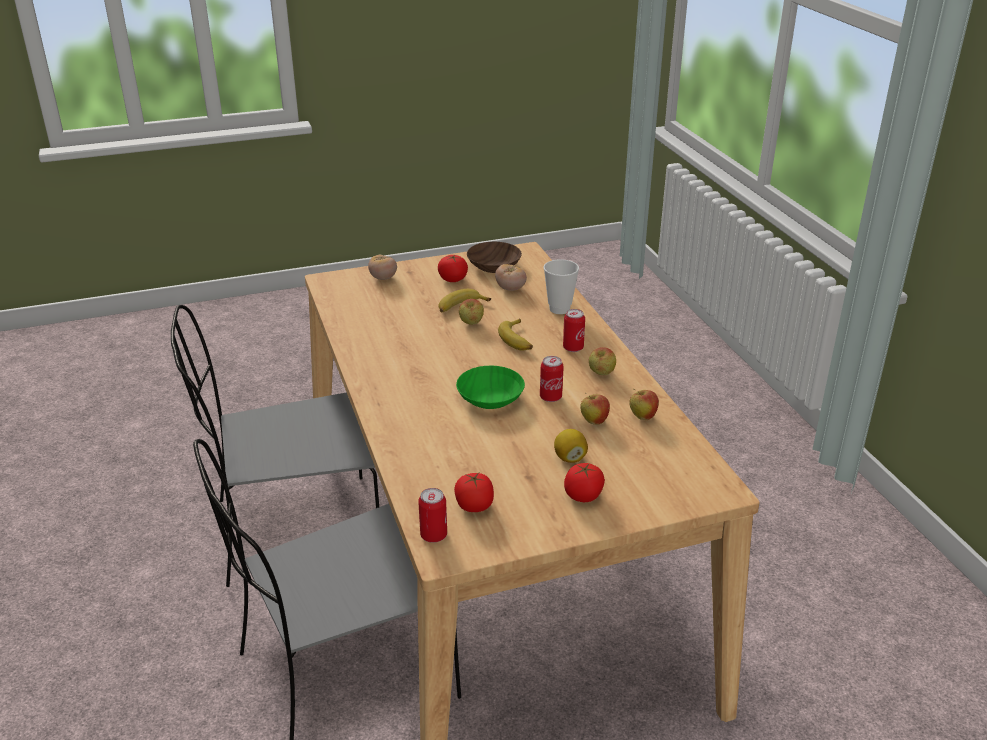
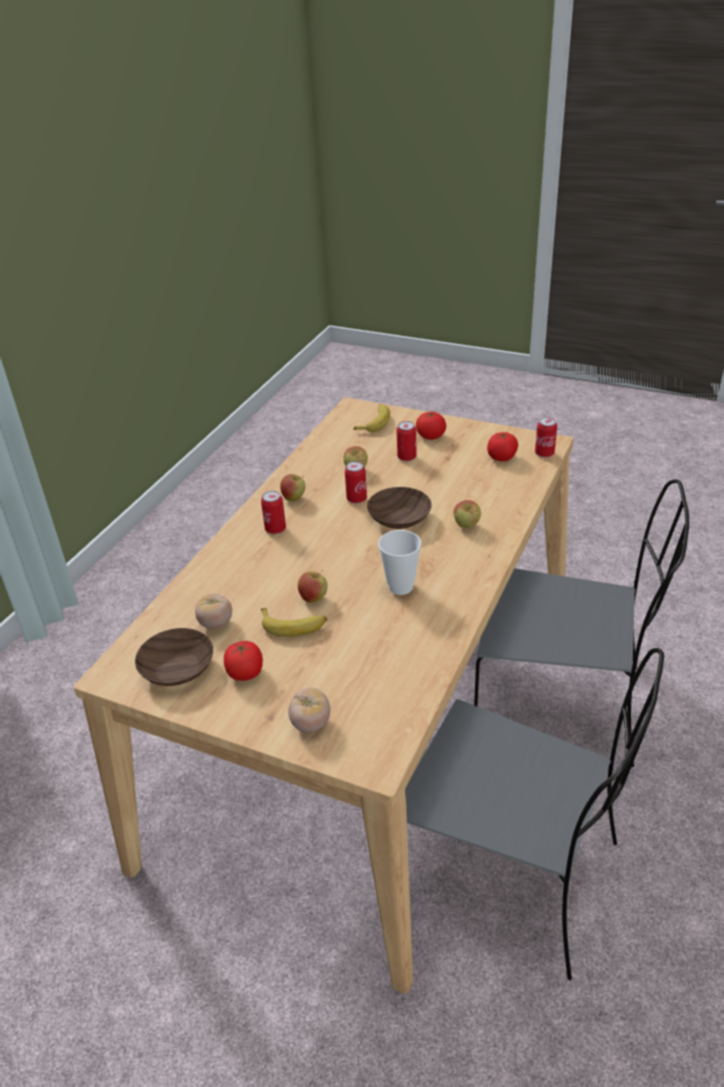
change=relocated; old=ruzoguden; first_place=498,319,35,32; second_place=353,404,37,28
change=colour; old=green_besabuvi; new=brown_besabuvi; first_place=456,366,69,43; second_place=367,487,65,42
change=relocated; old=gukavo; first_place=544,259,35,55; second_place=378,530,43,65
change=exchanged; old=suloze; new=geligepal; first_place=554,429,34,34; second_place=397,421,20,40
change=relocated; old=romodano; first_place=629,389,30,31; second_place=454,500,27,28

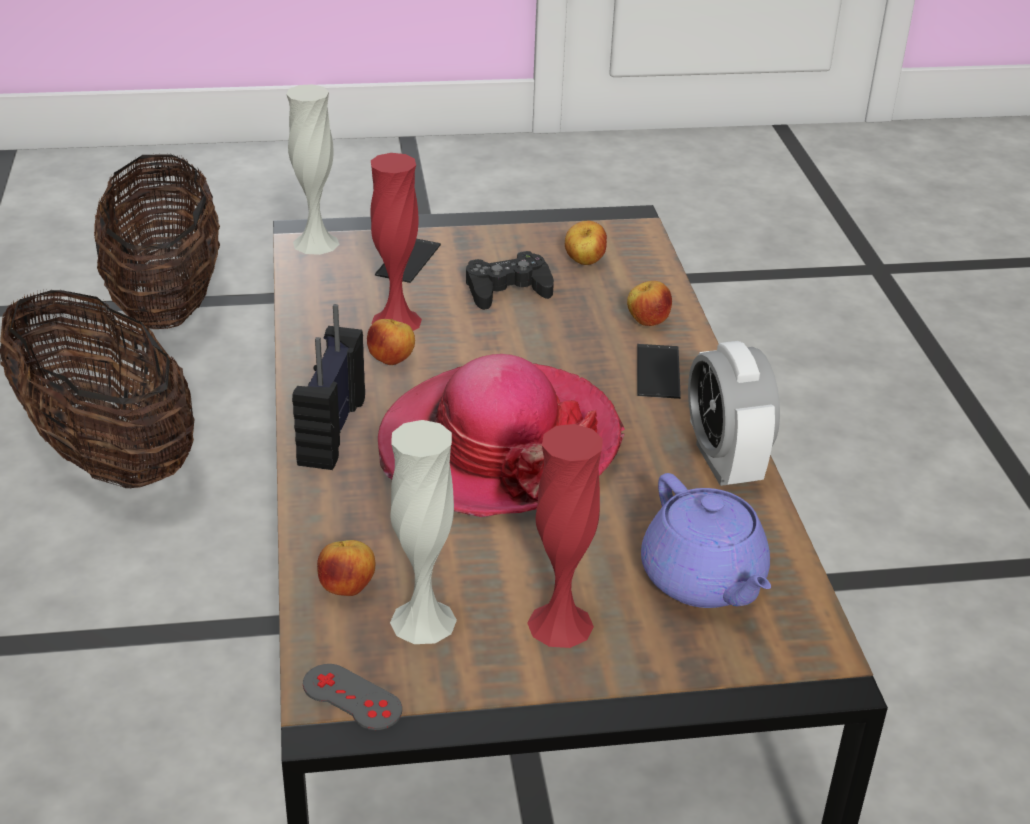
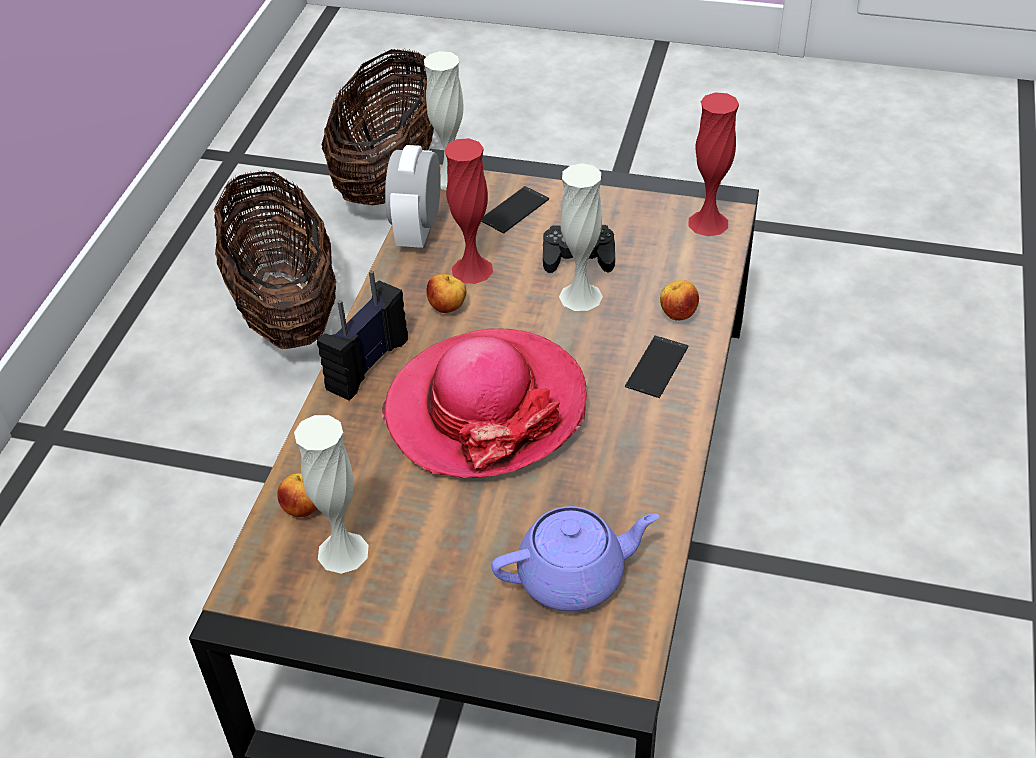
change=relocated; old=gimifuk; first_place=688,341,92,145; second_place=385,145,56,103
change=spun; old=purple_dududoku; first_place=641,473,130,135; second_place=491,506,169,105; degrees=-105
change=appeared; new=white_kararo; second_place=559,163,44,148
change=relocated; old=red_kararo; first_place=527,424,76,224; second_place=688,92,51,144
change=missing; old=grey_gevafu; first_place=303,664,99,66
change=missing; old=romodano; first_place=565,221,42,44

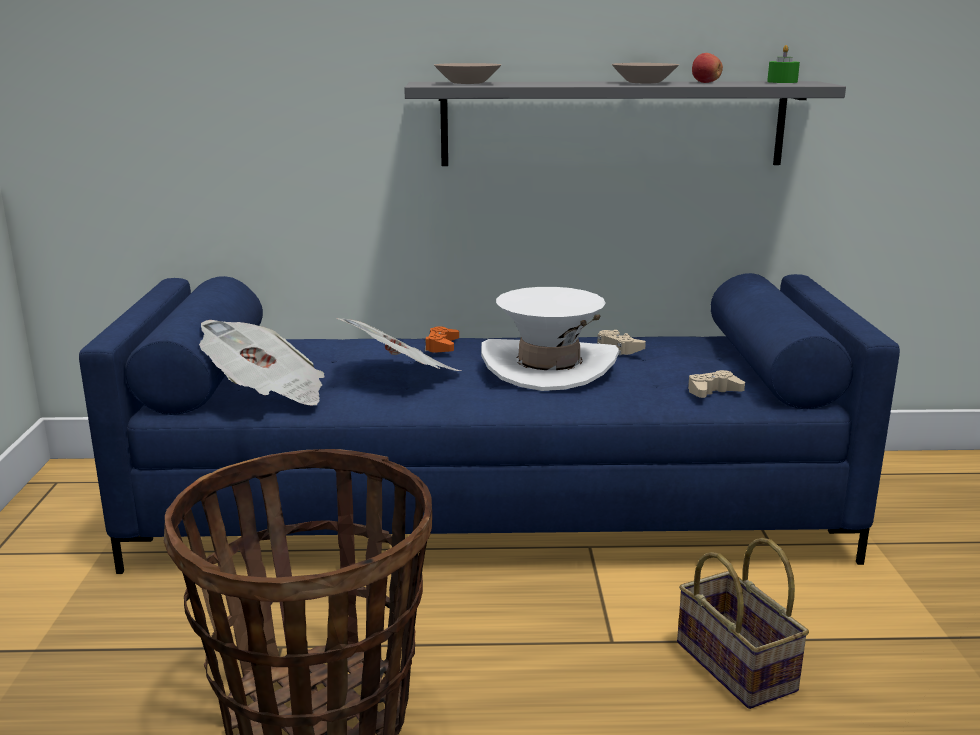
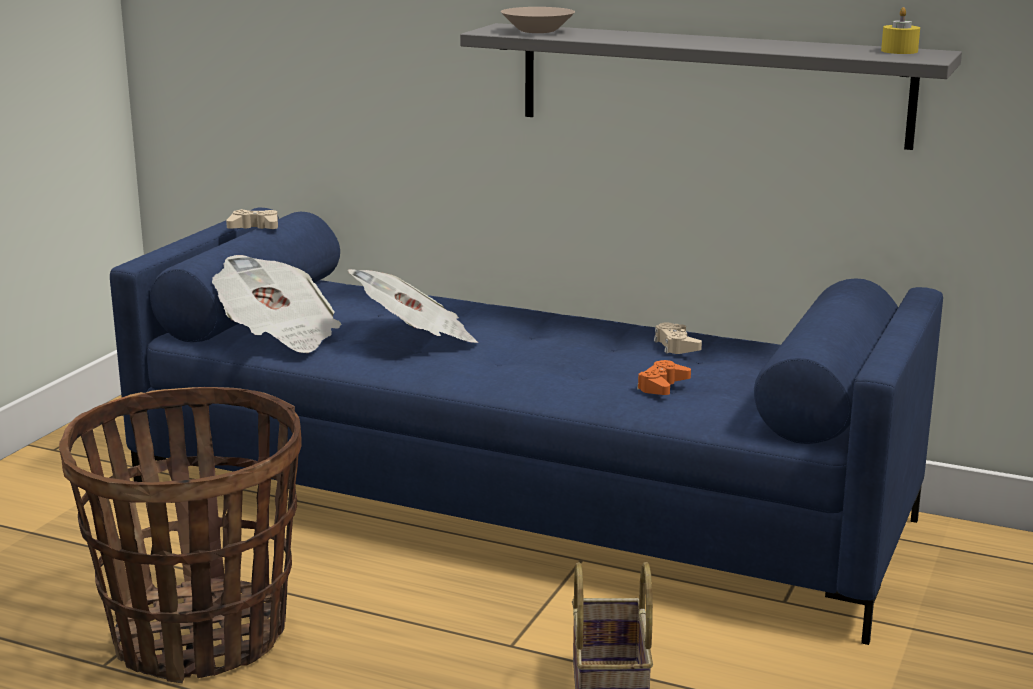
change=relocated; old=beige_gevafu; first_place=688,370,57,28; second_place=226,209,52,20
change=relocated; old=orange_gevafu; first_place=424,326,35,27; second_place=637,360,54,35
change=colour; old=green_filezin; new=yellow_filezin; first_place=767,45,33,38; second_place=881,7,39,47
change=missing; old=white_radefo; first_place=481,287,138,104
change=missing; old=beige_besabuvi; first_place=612,63,67,20
change=missing; old=romodano; first_place=692,53,31,30

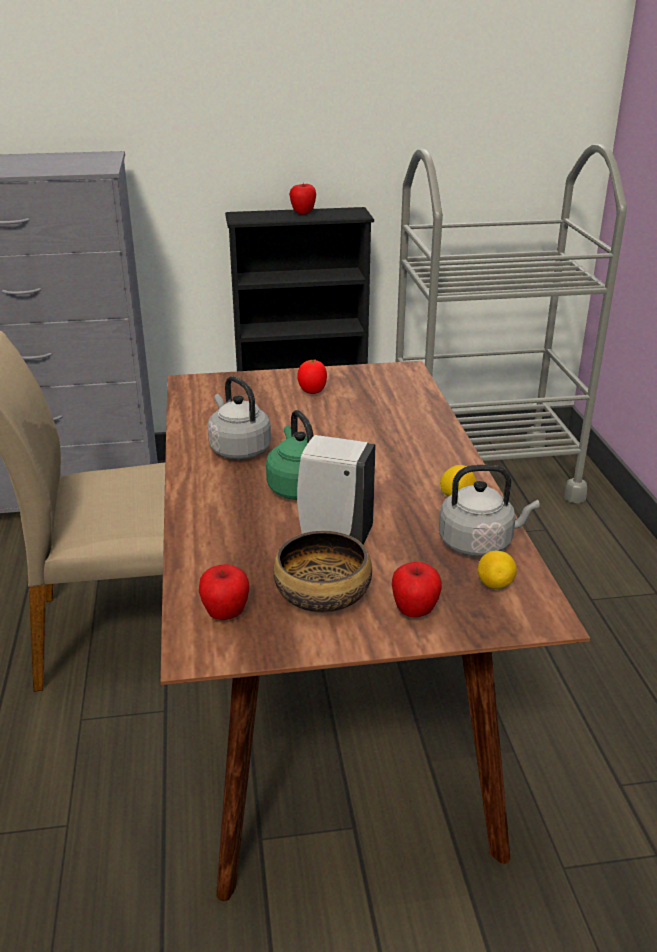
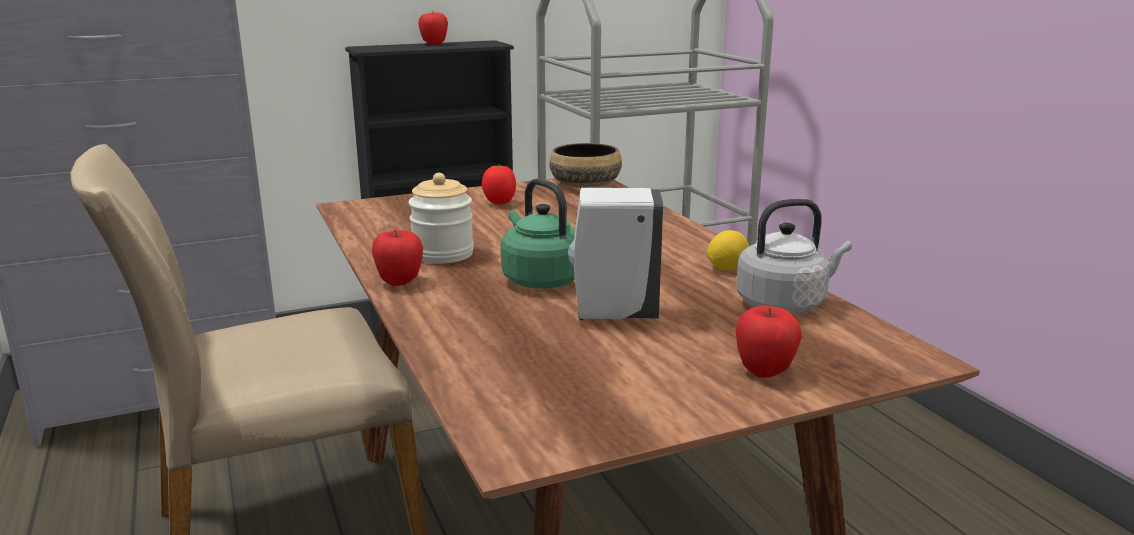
change=relocated; old=romodano; first_place=199,564,50,56; second_place=372,230,51,56
change=exchanged; old=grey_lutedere; new=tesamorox; first_place=208,376,63,83; second_place=408,173,66,91
change=relocated; old=besabuvi; first_place=273,531,99,81; second_place=549,143,73,45
change=missing; old=suloze; first_place=478,551,39,38

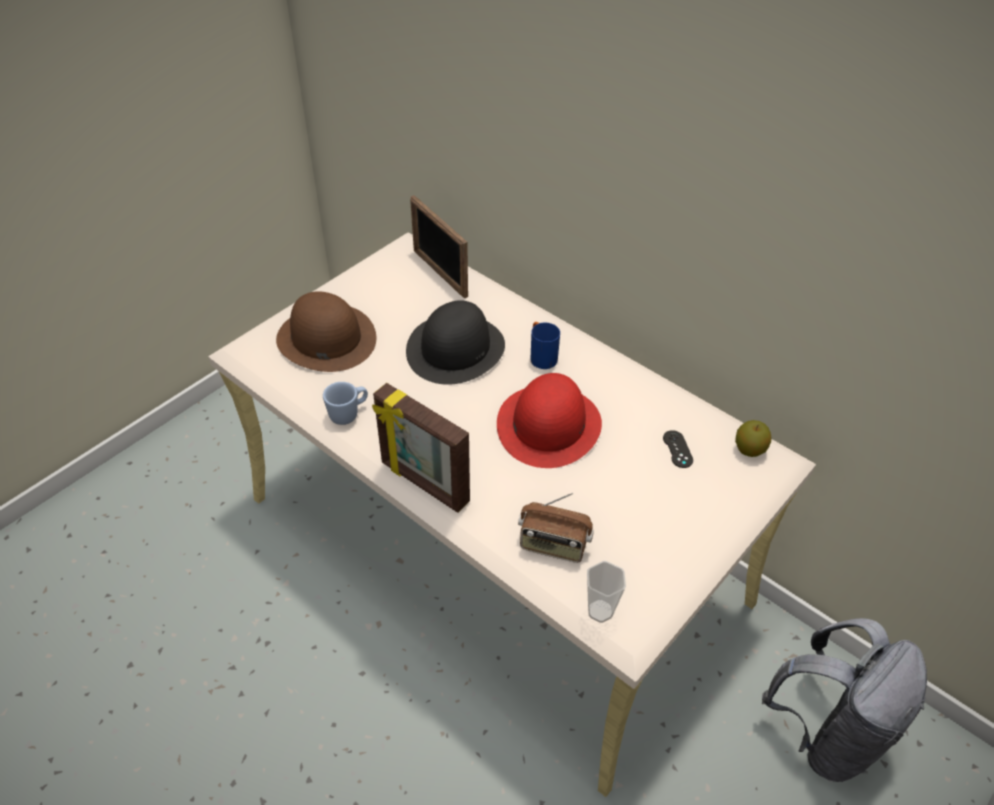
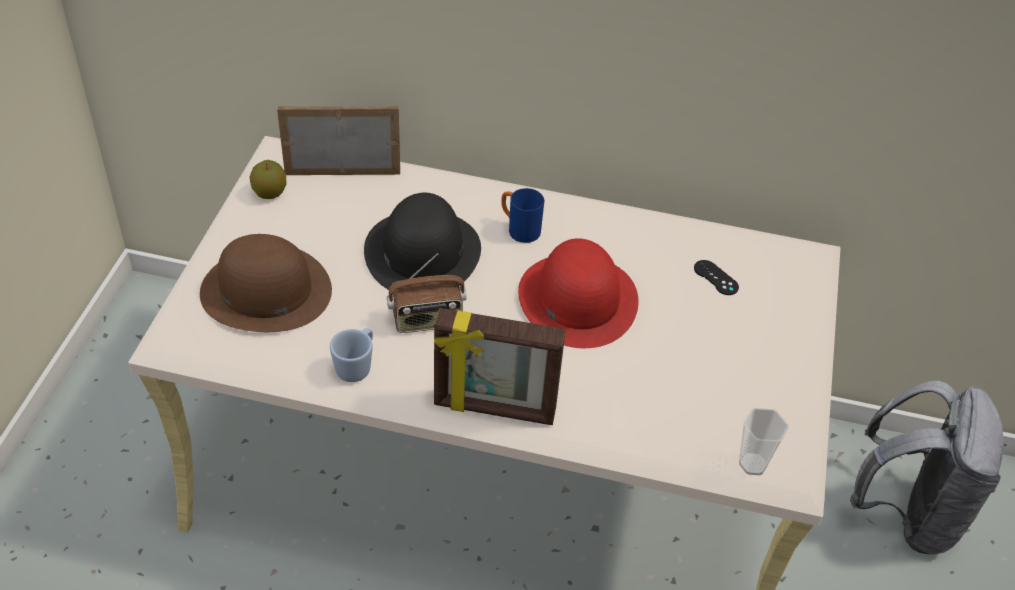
change=relocated; old=romodano; first_place=735,420,36,37; second_place=249,160,37,39
change=spun; old=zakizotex; first_place=410,195,58,103; second_place=277,106,123,69; degrees=150
change=relocated; old=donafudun; first_place=518,493,76,70; second_place=387,254,79,79

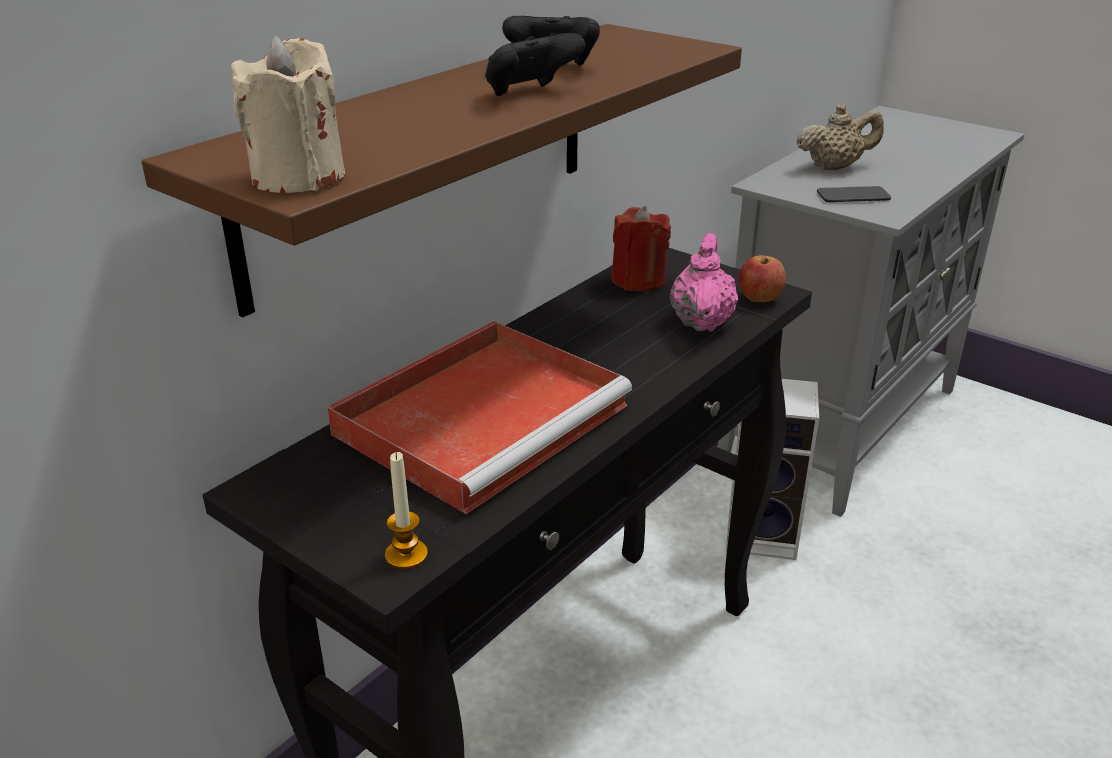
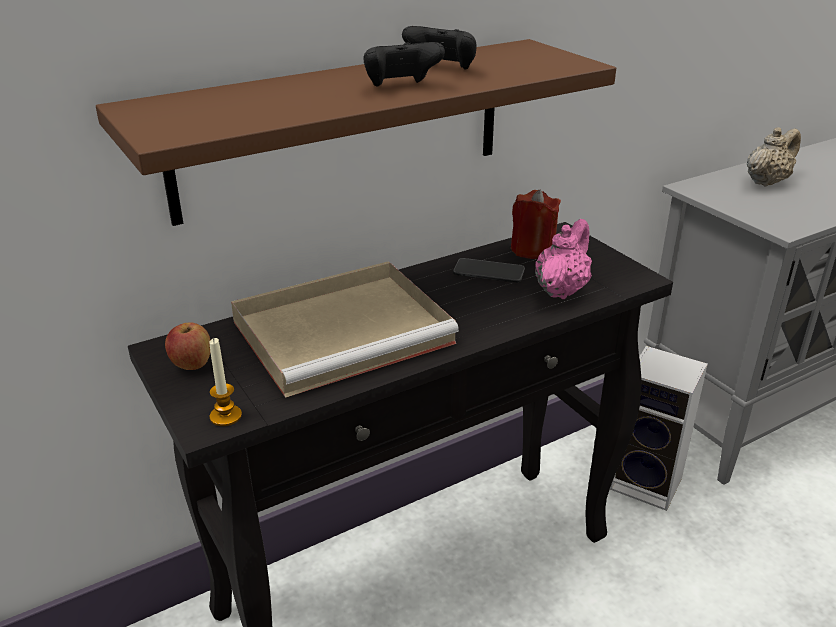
change=relocated; old=romodano; first_place=739,255,47,47; second_place=165,323,45,47
change=colour; old=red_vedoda; new=beige_vedoda; first_place=327,321,305,193; second_place=231,261,228,137
change=relocated; old=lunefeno; first_place=817,186,74,16; second_place=453,258,72,25
change=spun; old=beige_dududoku; first_place=796,104,88,66; second_place=747,127,54,60; degrees=-45
change=missing; old=beige_filezin; first_place=231,36,114,157

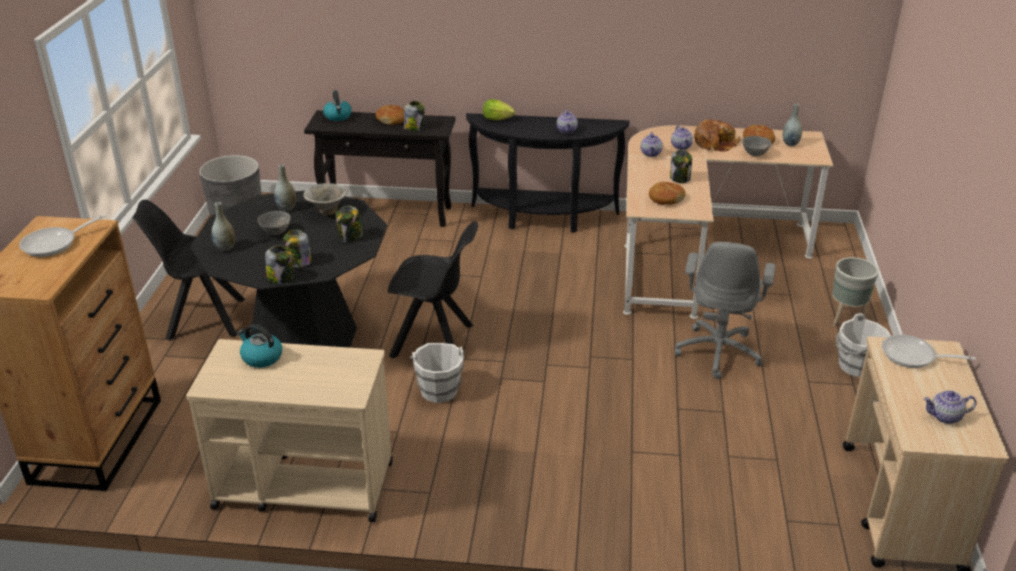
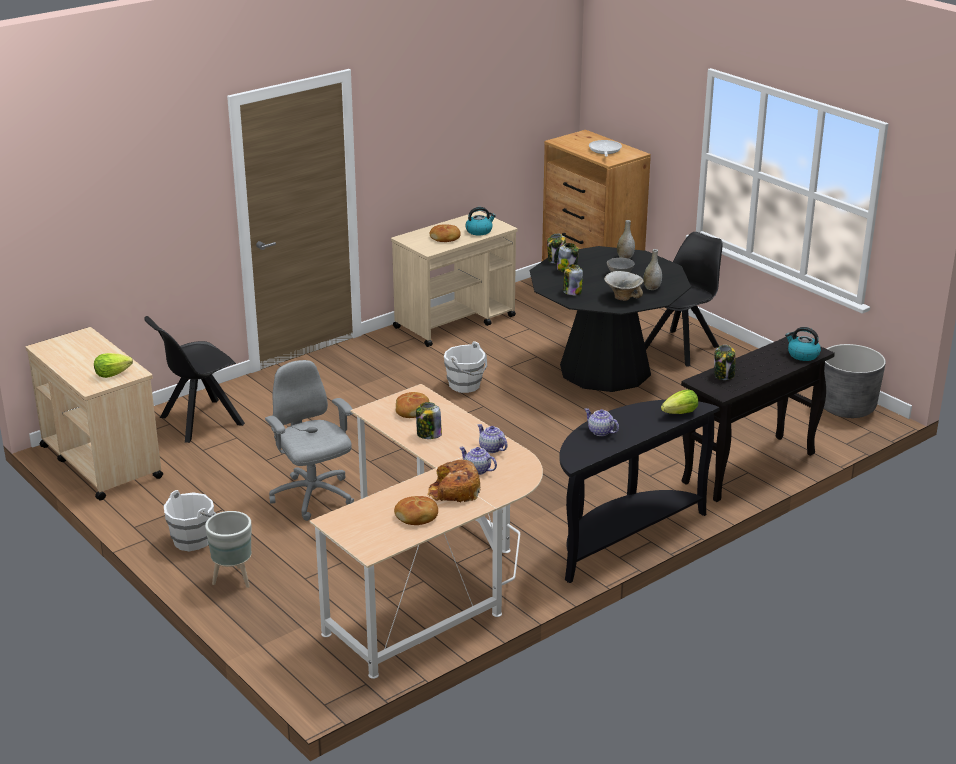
change=exchanged; old=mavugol; new=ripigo; first_place=882,334,94,34; second_place=94,353,39,25
change=relocated; old=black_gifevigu; first_place=388,221,90,138; second_place=144,316,101,127
change=relocated; old=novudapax; first_place=376,105,28,20; second_place=429,224,32,18
change=missing; old=grey_besabuvi; first_place=742,136,30,20
change=missing; old=grey_kararo; first_place=782,104,20,42
change=missing; old=dududoku; first_place=924,390,52,34

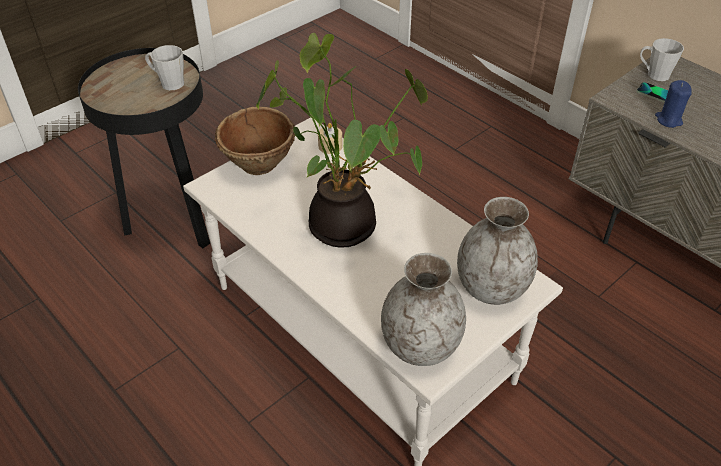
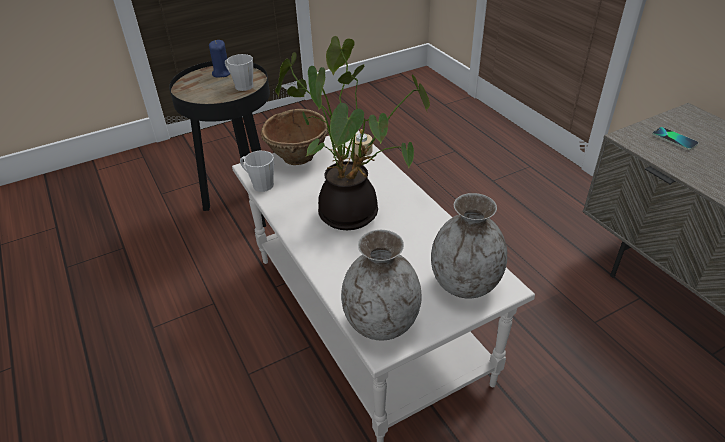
change=relocated; old=blue_filezin; first_place=655,80,37,48; second_place=209,40,21,38
change=relocated; old=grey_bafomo; first_place=640,38,44,43; second_place=240,151,34,41

